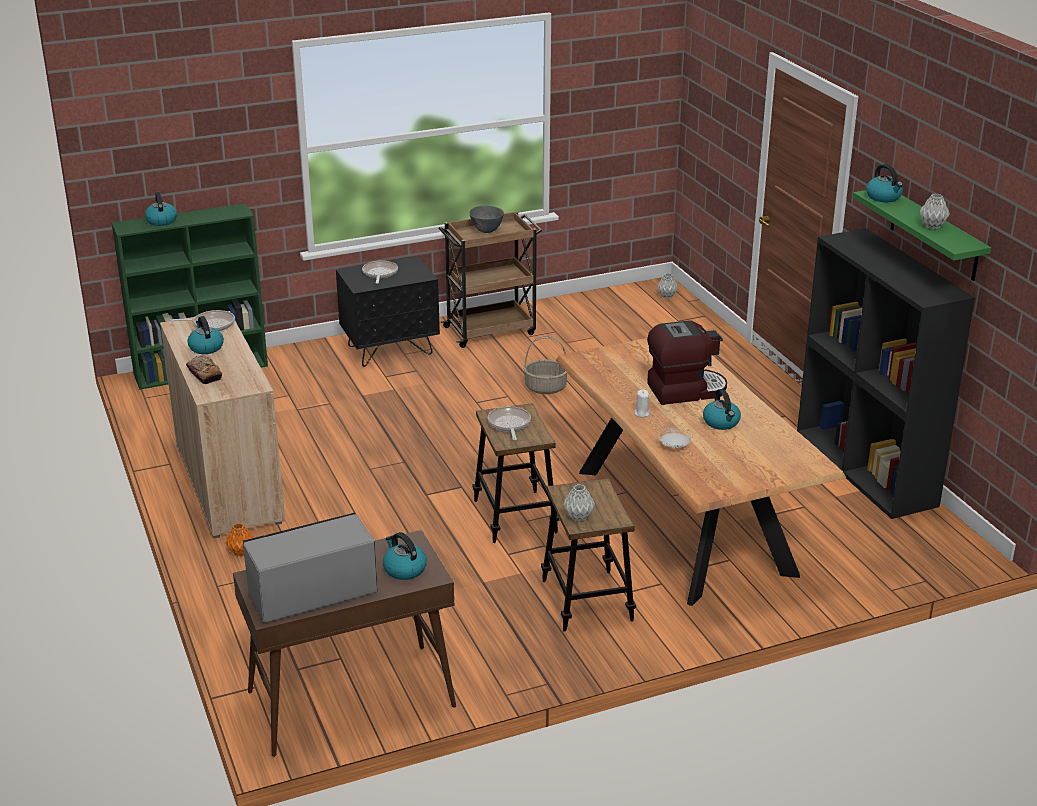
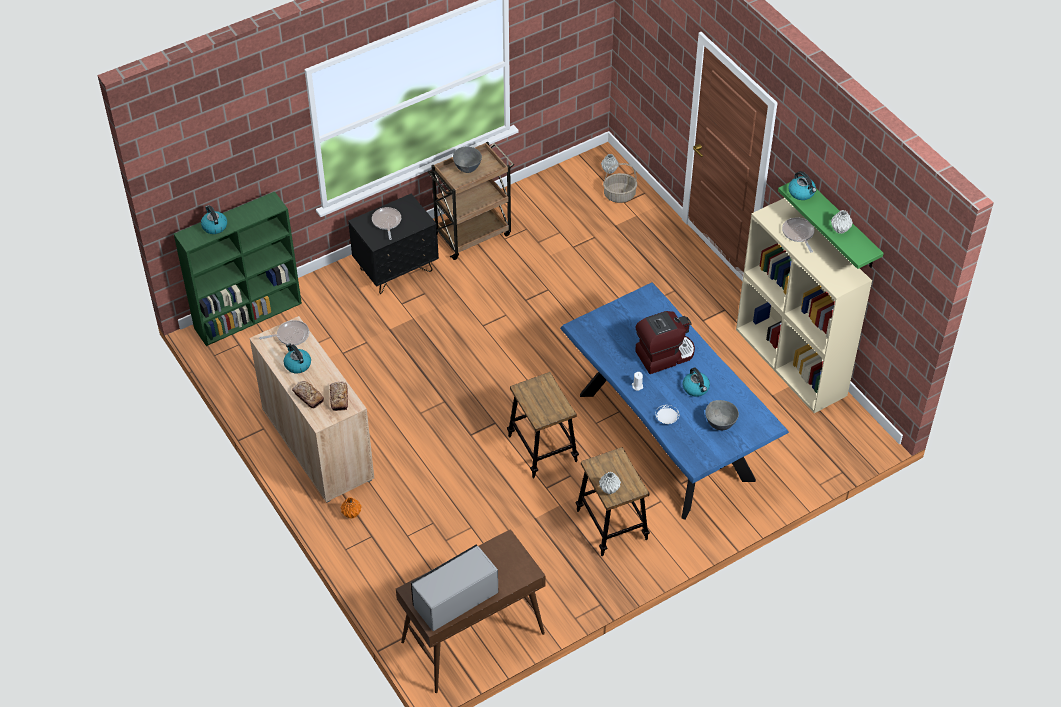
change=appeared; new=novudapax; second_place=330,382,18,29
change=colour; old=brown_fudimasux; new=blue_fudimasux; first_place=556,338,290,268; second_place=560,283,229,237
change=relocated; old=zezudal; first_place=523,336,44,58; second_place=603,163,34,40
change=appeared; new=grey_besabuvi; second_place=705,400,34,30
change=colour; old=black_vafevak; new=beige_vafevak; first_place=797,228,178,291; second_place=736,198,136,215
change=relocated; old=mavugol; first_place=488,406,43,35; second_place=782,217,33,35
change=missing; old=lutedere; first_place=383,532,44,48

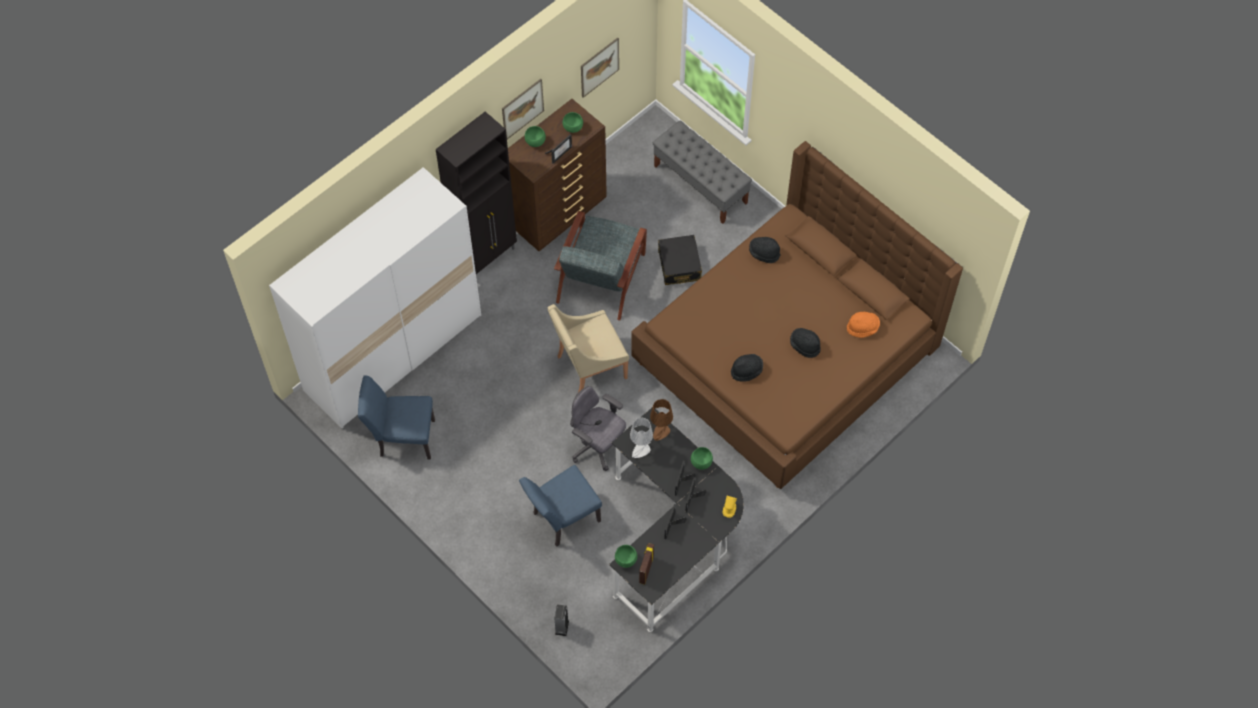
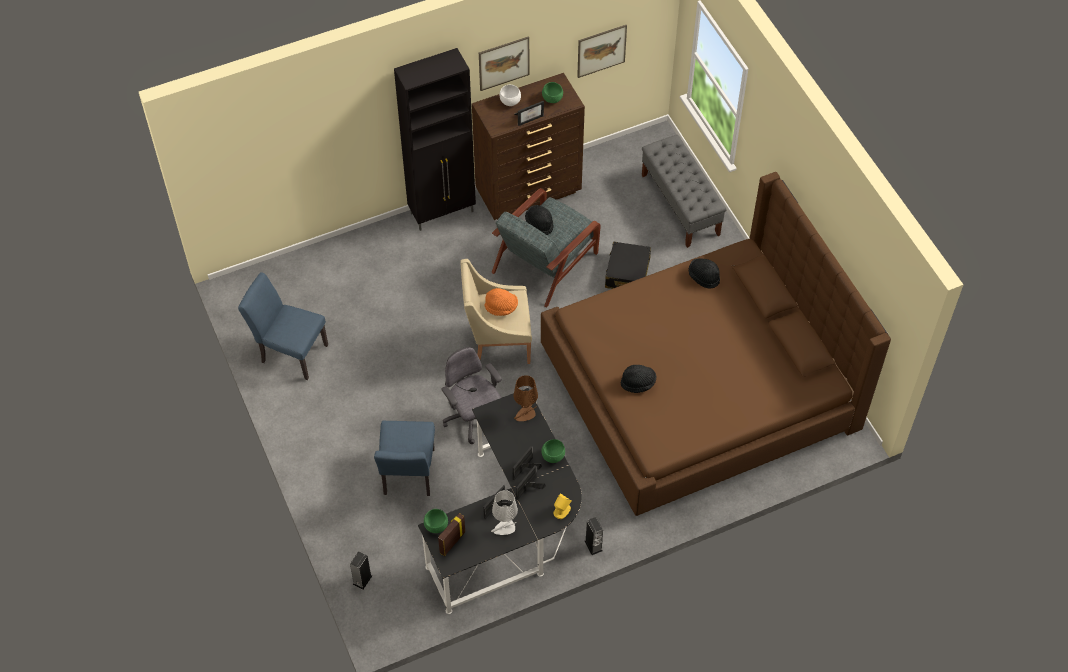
change=spun; old=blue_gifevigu; first_place=519,465,83,82; second_place=374,421,61,75; degrees=-75
change=relocated; old=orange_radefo; first_place=847,312,33,26; second_place=484,288,34,28
change=relocated; old=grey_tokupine; first_place=630,417,23,41; second_place=491,490,27,45
change=colour; old=green_besabuvi; new=white_besabuvi; first_place=525,126,21,21; second_place=500,85,21,21
change=relocated; old=black_radefo; first_place=790,328,31,30; second_place=525,205,28,30
change=appeared; new=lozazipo; second_place=585,517,18,38
change=missing; old=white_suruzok; first_place=269,167,212,261

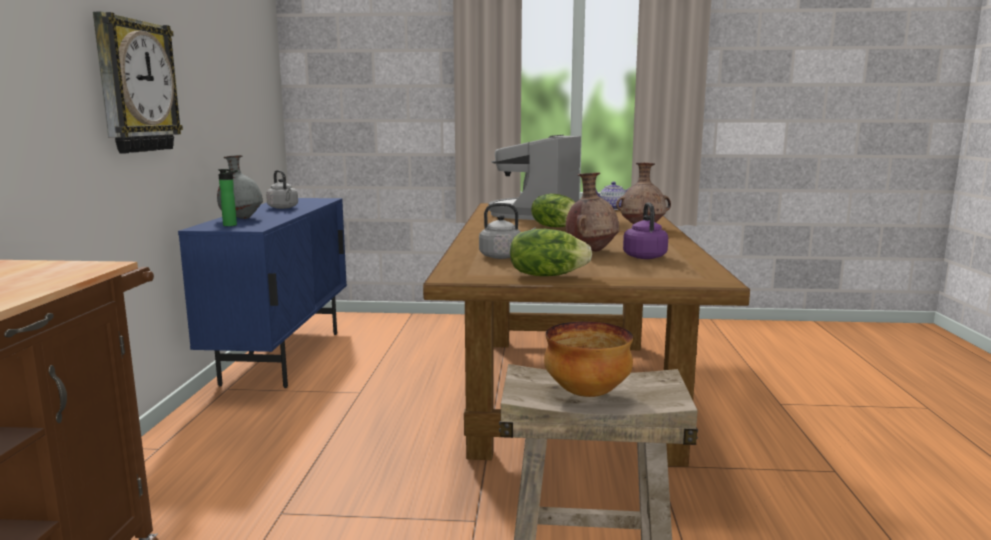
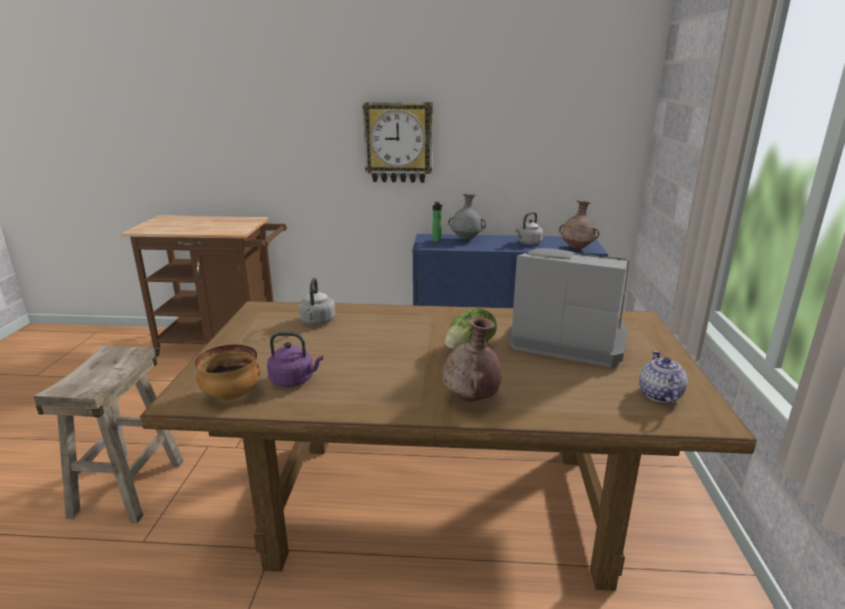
change=relocated; old=besabuvi; first_place=544,321,89,76; second_place=195,345,65,55
change=relocated; old=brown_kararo; first_place=566,172,53,80; second_place=559,200,41,50
change=missing; old=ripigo; first_place=510,229,82,47

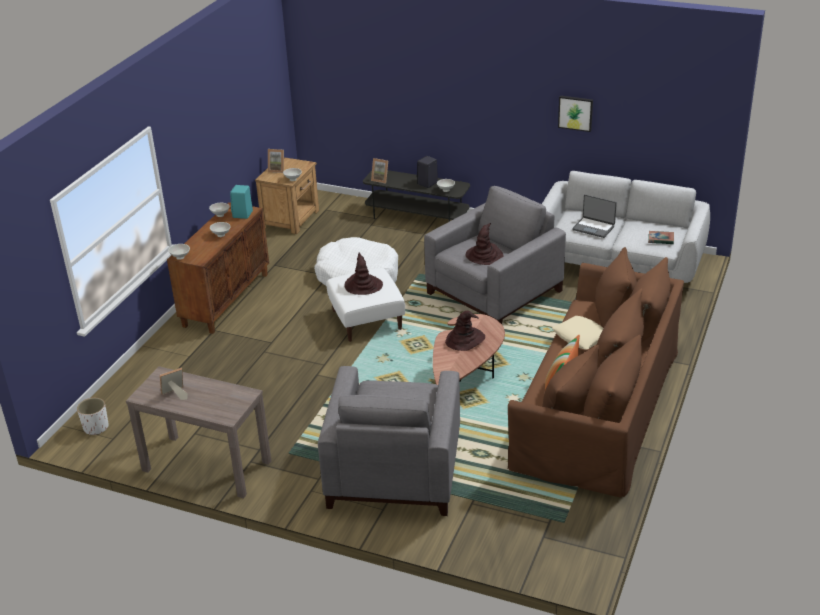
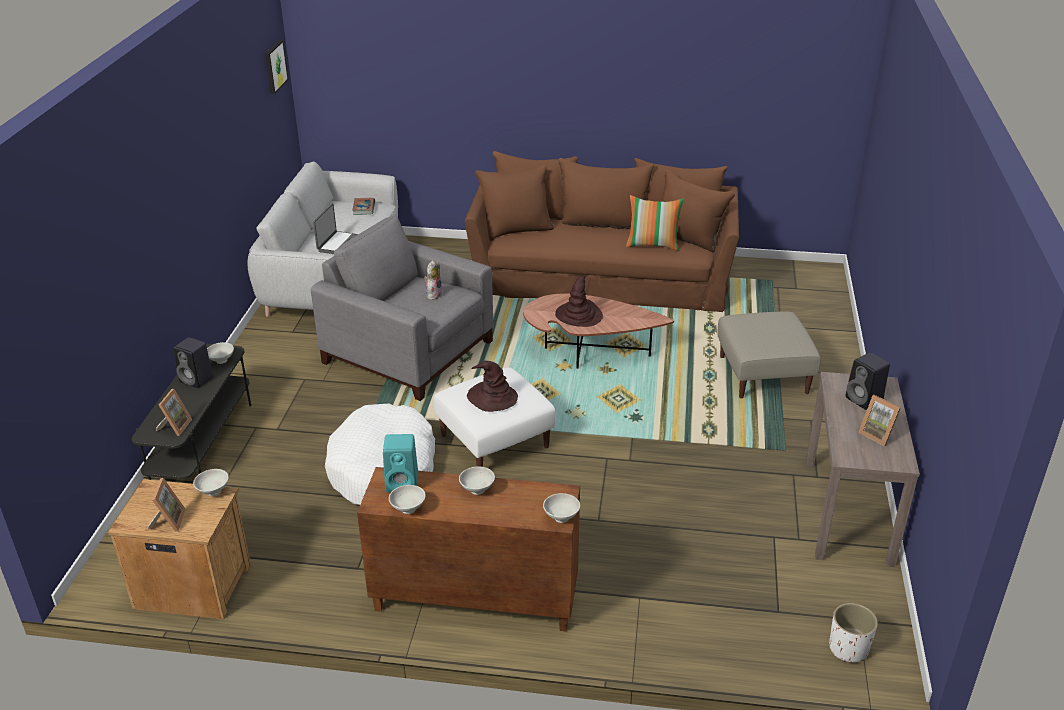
change=relocated; old=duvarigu; first_place=558,96,35,36; second_place=265,40,23,54
change=exchanged; old=brown_radefo; new=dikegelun; first_place=466,223,37,42; second_place=424,260,19,40
change=exchanged; old=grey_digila; new=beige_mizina; first_place=318,366,142,150; second_place=717,312,104,86
change=appeared; new=black_lozazipo; second_place=846,352,44,58
change=missing; old=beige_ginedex; first_place=552,316,52,34

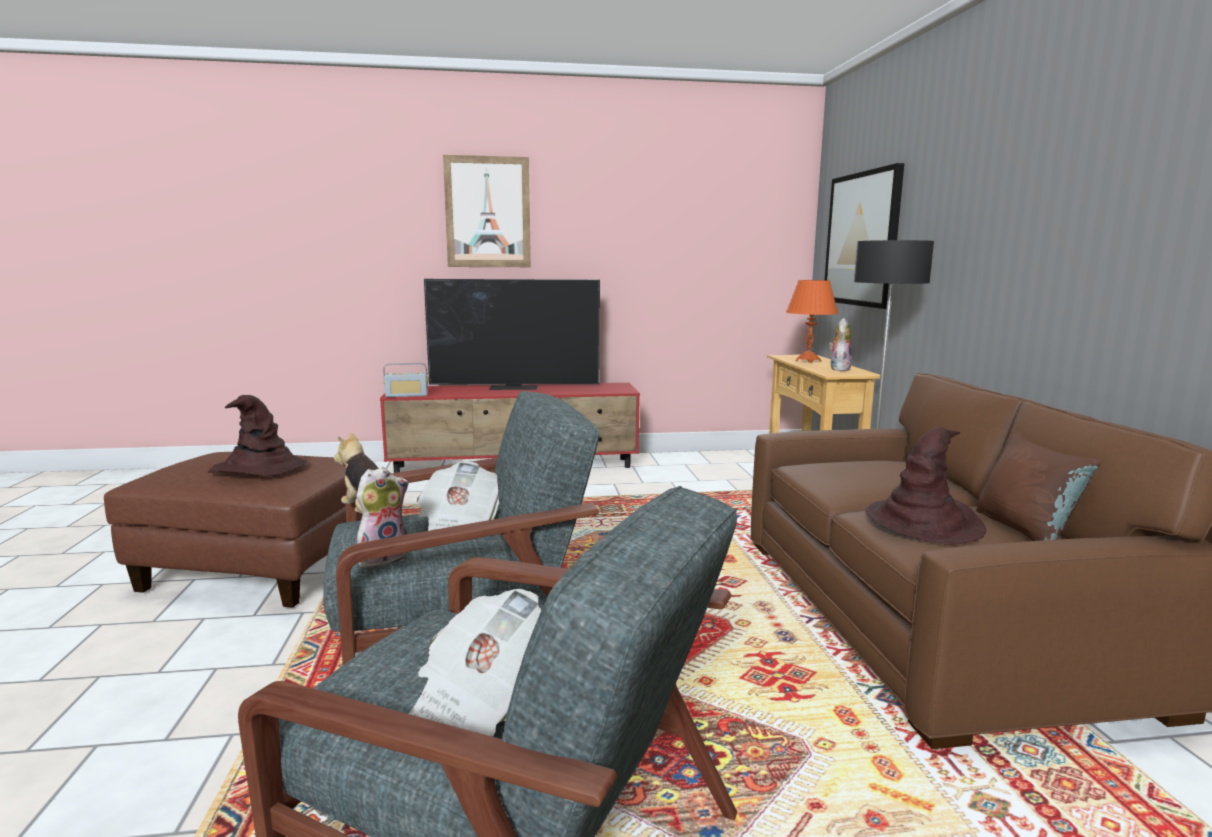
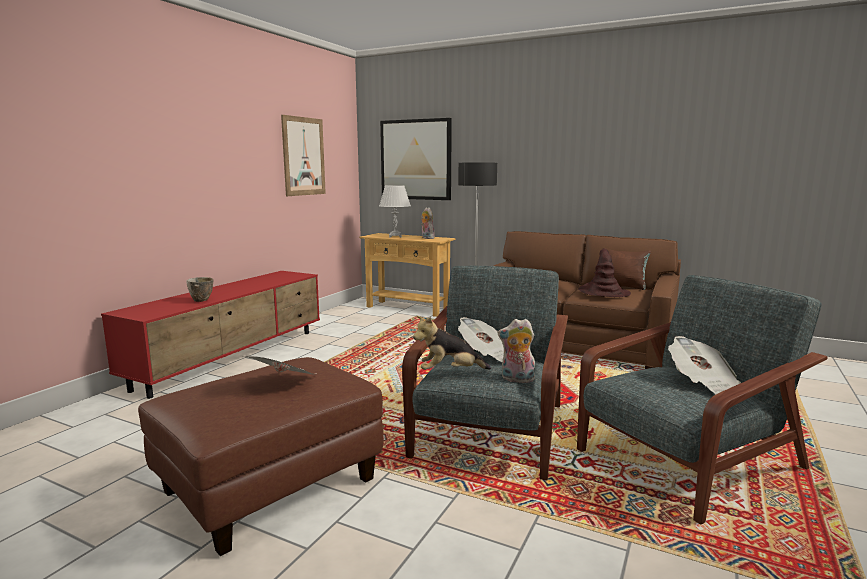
change=appeared; new=besabuvi; second_place=186,277,27,25
change=exchanged; old=brown_radefo; new=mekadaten; first_place=208,395,99,81; second_place=246,356,66,18
change=relocated; old=duvarigu; first_place=443,155,88,112; second_place=281,115,45,81
change=colour; old=orange_tokupine; new=white_tokupine; first_place=786,280,52,83; second_place=379,185,32,53
change=spun; old=dikegelun; first_place=357,467,52,101; second_place=497,319,38,64; degrees=-75
change=missing; old=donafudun; first_place=383,363,45,34
change=missing; old=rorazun; first_place=424,279,176,111

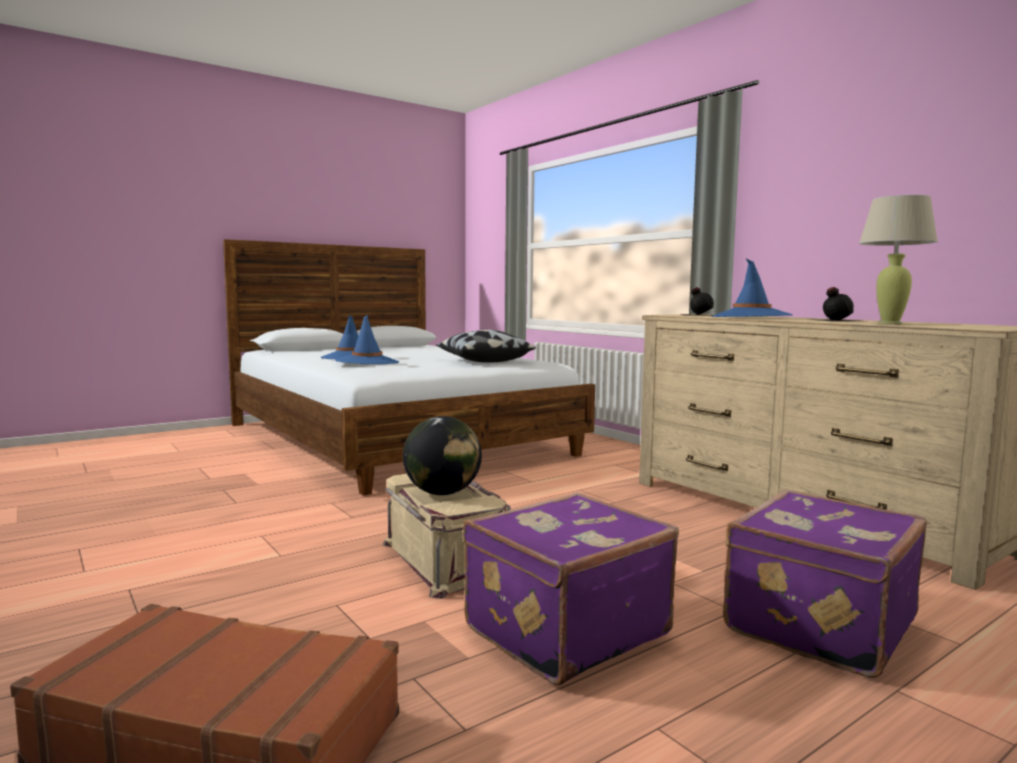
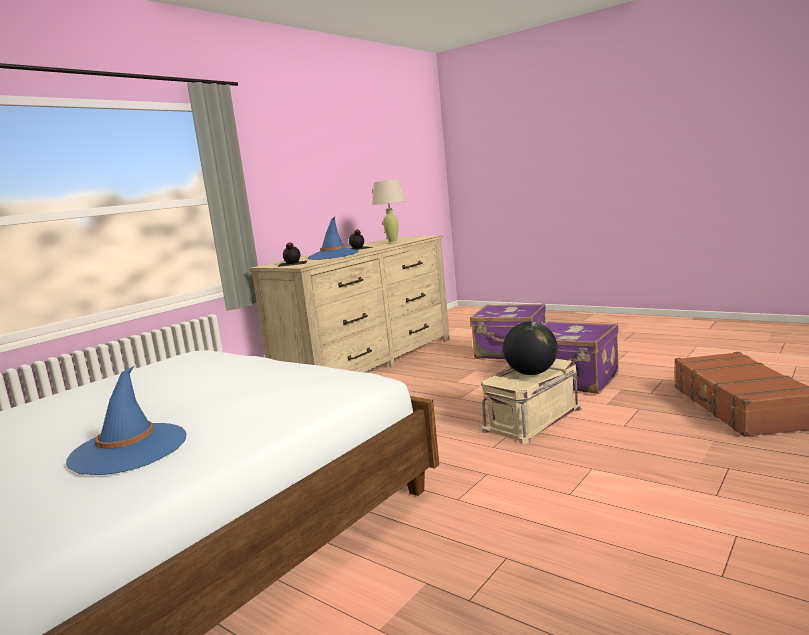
change=missing; old=blue_radefo; first_place=335,315,64,49
change=missing; old=ginedex; first_place=436,330,100,33

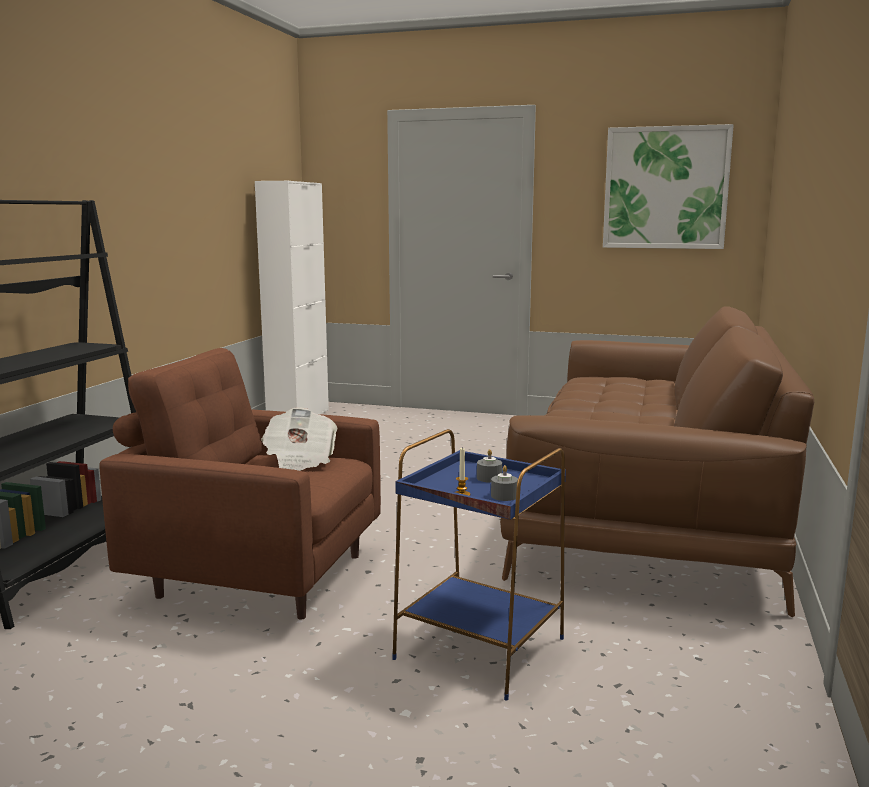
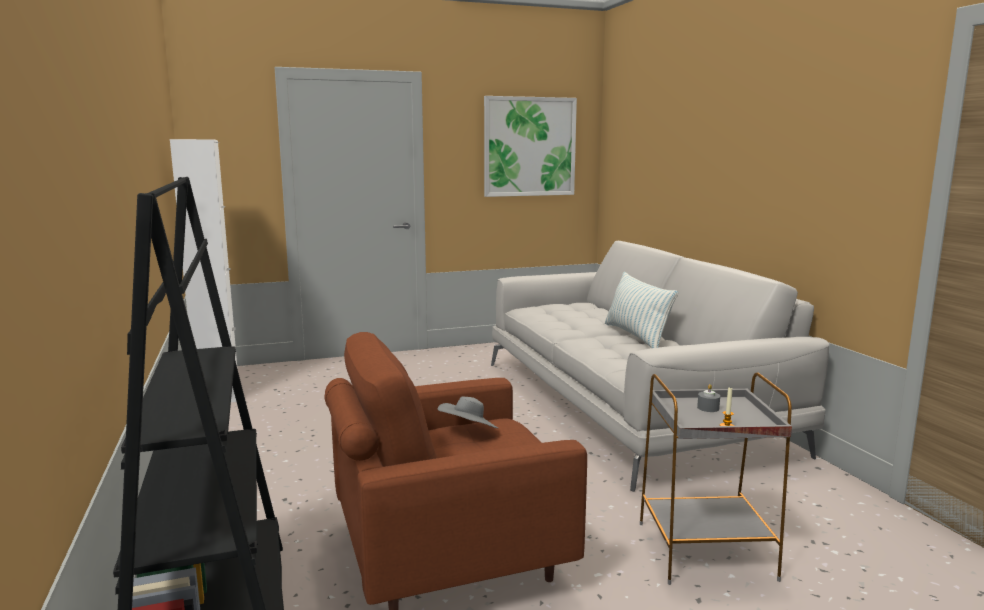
change=exchanged; old=mekadaten; new=grey_radefo; first_place=261,408,76,63; second_place=438,396,61,33
change=colour; old=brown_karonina; new=white_karonina; first_place=500,306,314,311; second_place=491,241,339,251
change=appeared; new=ginedex; second_place=605,272,73,76
change=colour; old=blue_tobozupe; new=grey_tobozupe; first_place=392,429,174,272; second_place=640,372,152,213
change=missing; old=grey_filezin; first_place=491,465,27,36

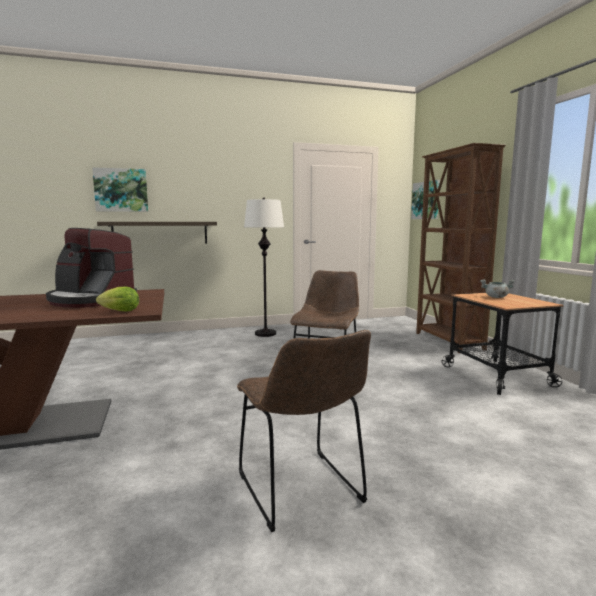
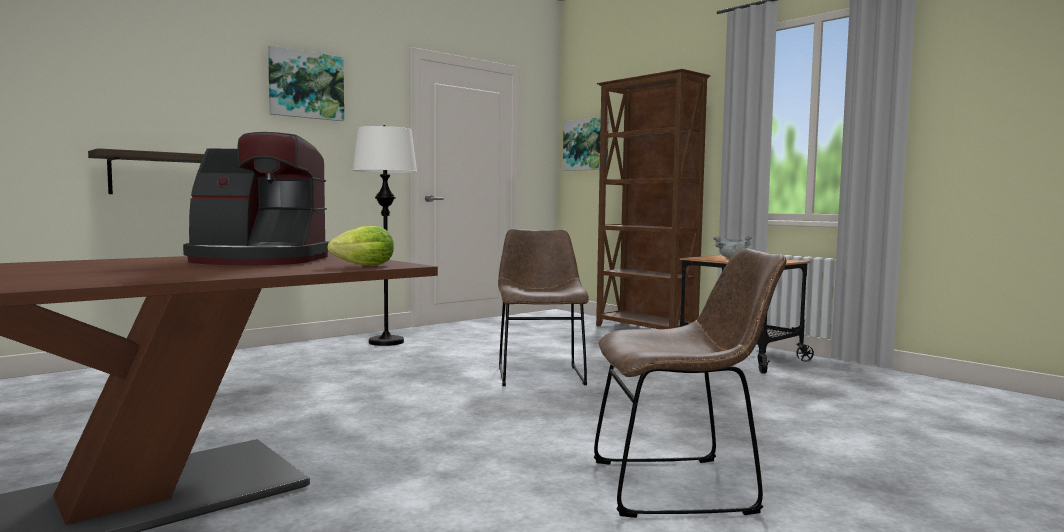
change=relocated; old=duvarigu; first_place=92,167,56,45; second_place=268,46,76,75
change=spun; old=brown_gifevigu; first_place=237,330,134,202; second_place=594,248,193,270; degrees=-45

